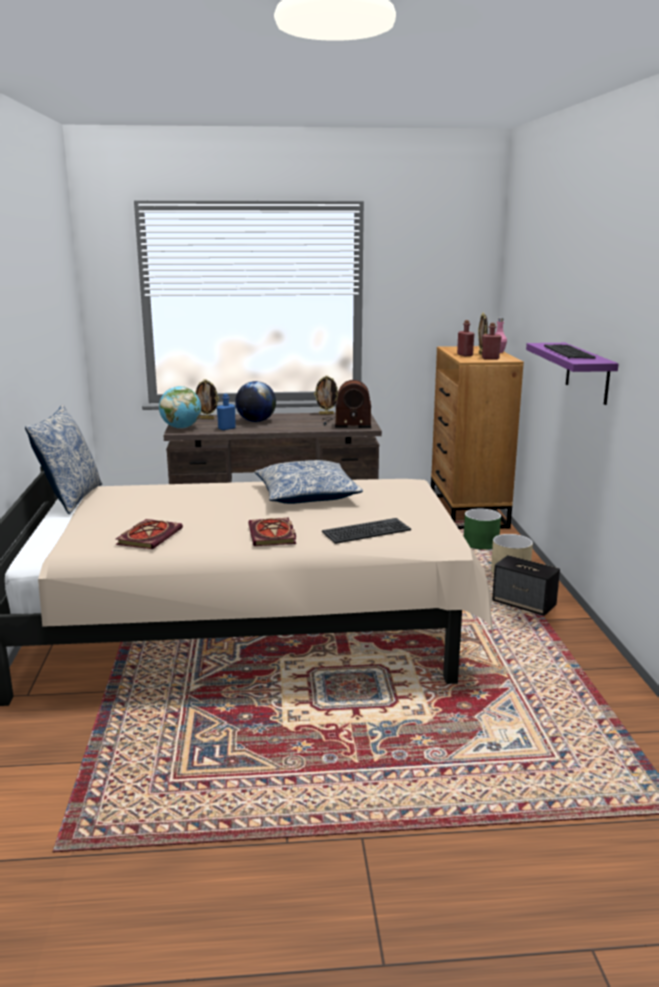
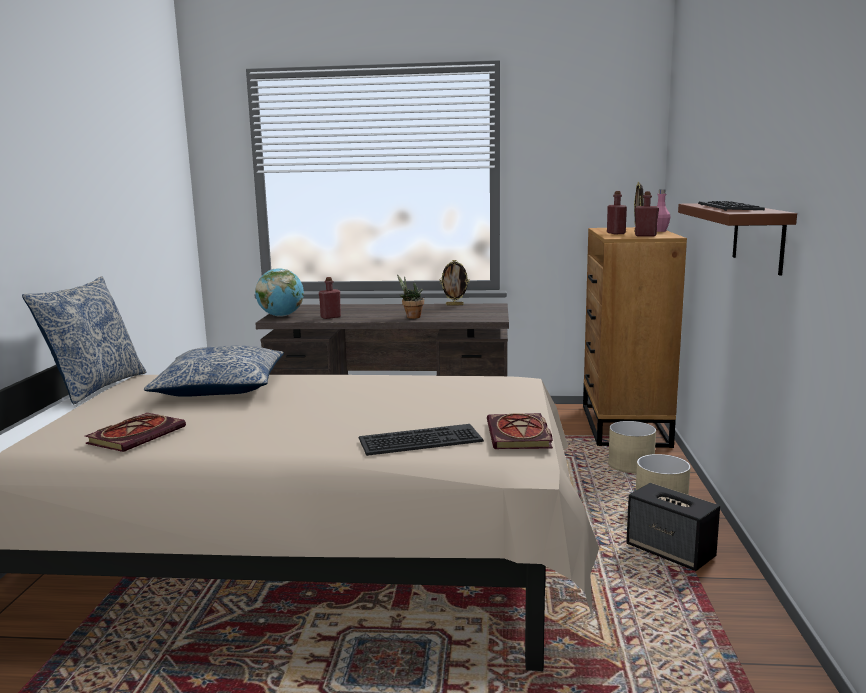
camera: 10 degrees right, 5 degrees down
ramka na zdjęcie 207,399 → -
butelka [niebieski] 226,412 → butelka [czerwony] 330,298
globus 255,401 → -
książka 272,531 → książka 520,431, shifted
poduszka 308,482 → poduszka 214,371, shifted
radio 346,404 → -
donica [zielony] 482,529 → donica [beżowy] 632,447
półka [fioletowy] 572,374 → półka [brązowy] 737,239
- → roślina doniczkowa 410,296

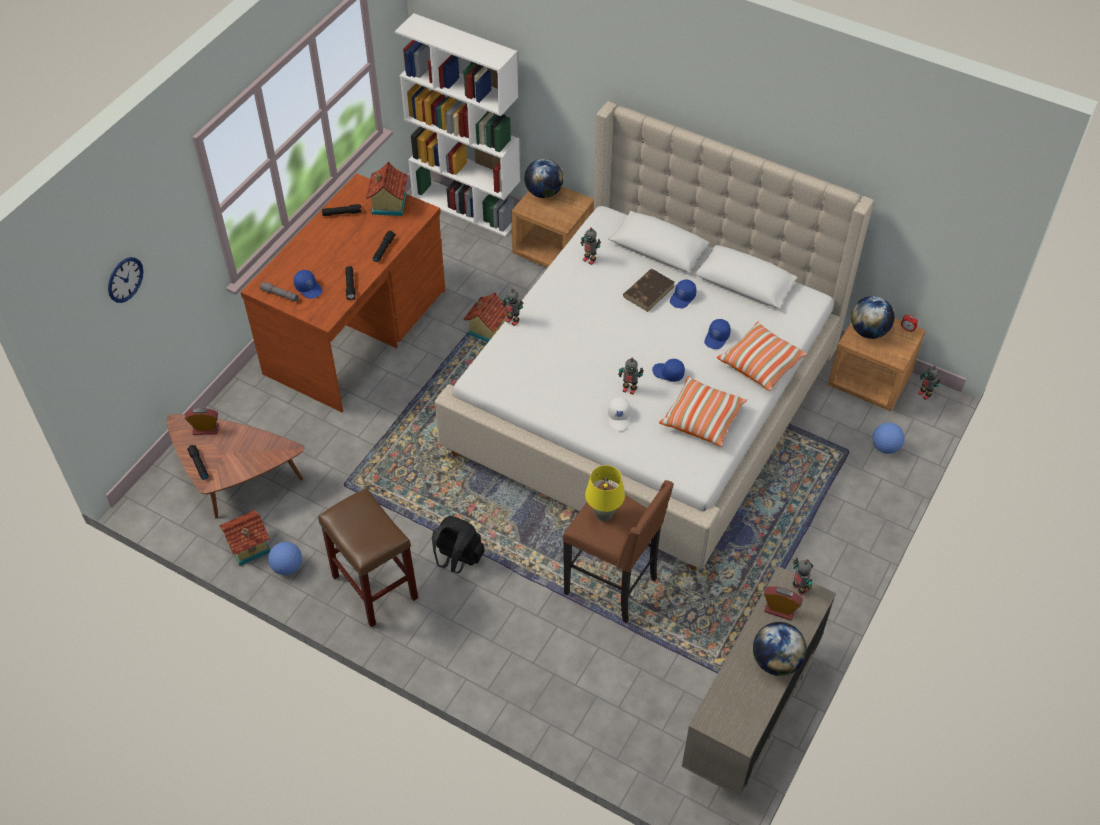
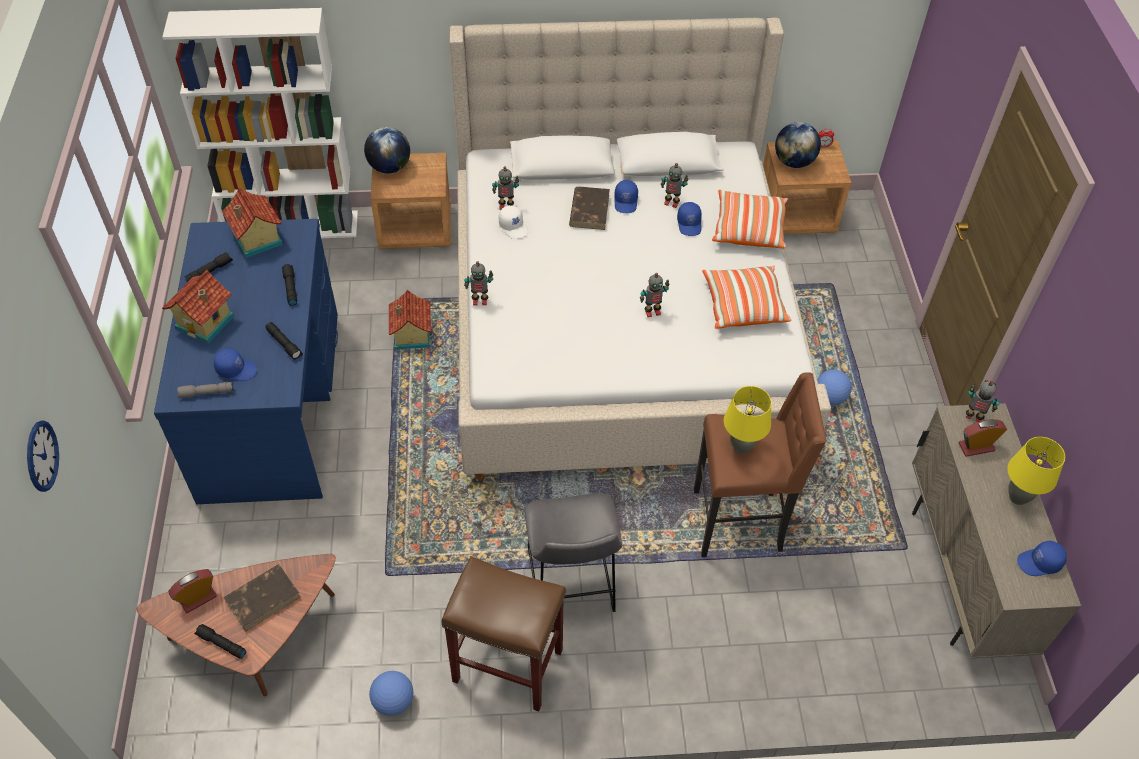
camera: 35 degrees left, 0 degrees up
domek 244,538 → domek 198,307, shifted
biurko [brązowy] 342,292 → biurko [niebieski] 246,361
plecak [czarny] 458,544 → stołek [szary] 573,552
czapka z daszkiem [biały] 619,413 → czapka z daszkiem [biały] 514,222, shifted
czapka z daszkiem [niebieski] 668,370 → czapka z daszkiem [niebieski] 1042,558, shifted
globus 780,649 → lampa stołowa [żółty] 1036,471
piłka futbolowa 888,438 → piłka futbolowa 834,387, shifted
robot zabawkowy 929,383 → robot zabawkowy 674,185, shifted
- → książka [brązowy] 262,598

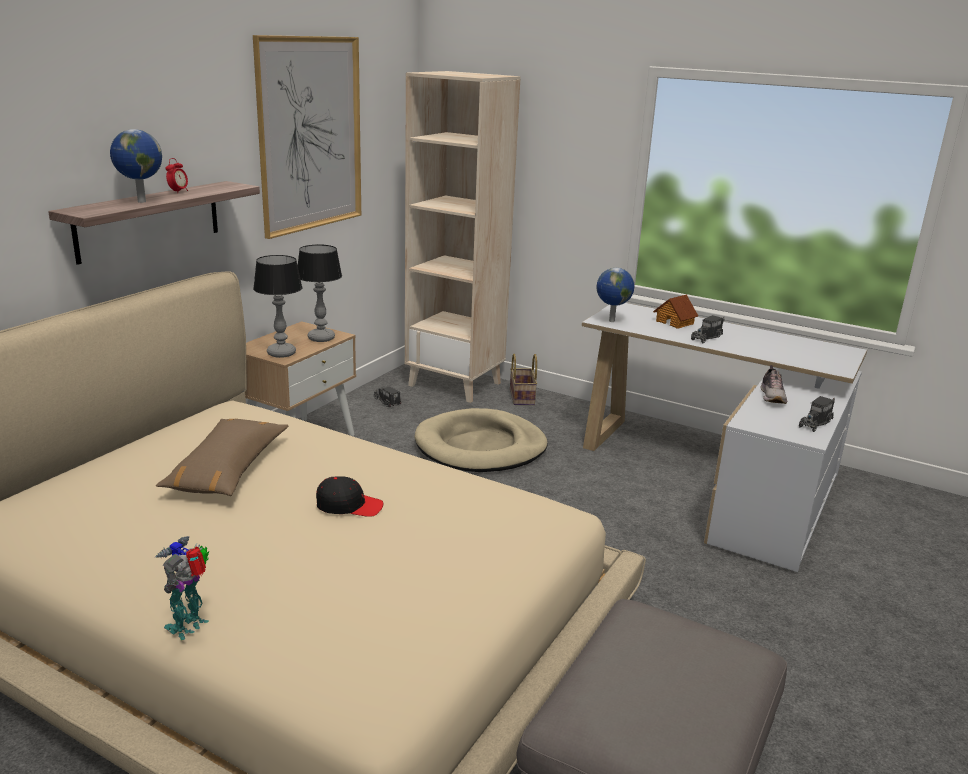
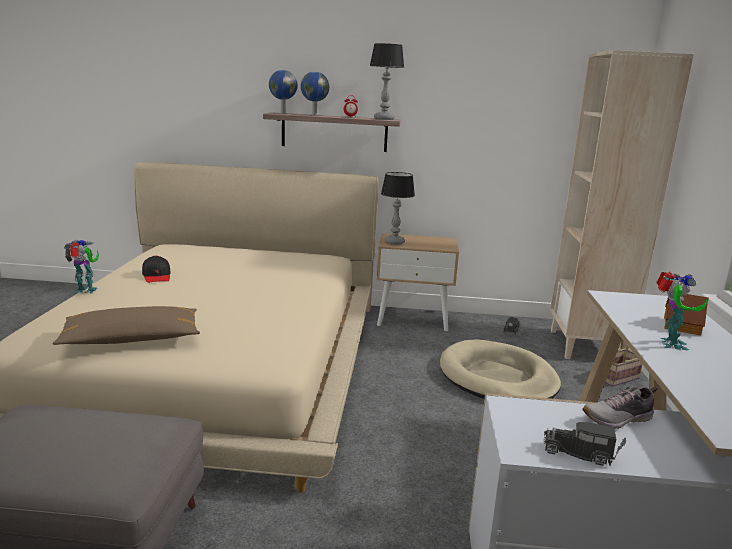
camera: 65 degrees right, 5 degrees down
poduszka [brązowy] 222,457 → poduszka [brązowy] 126,325, shifted
obraz 307,137 → -
lampa stołowa 320,293 → lampa stołowa 387,81, shifted
czapka z daszkiem [czarny] 349,496 → czapka z daszkiem [czarny] 156,269, shifted
globus 615,295 → globus 283,92, shifted
ciężarówka zabawkowa 708,329 → robot zabawkowy 681,311

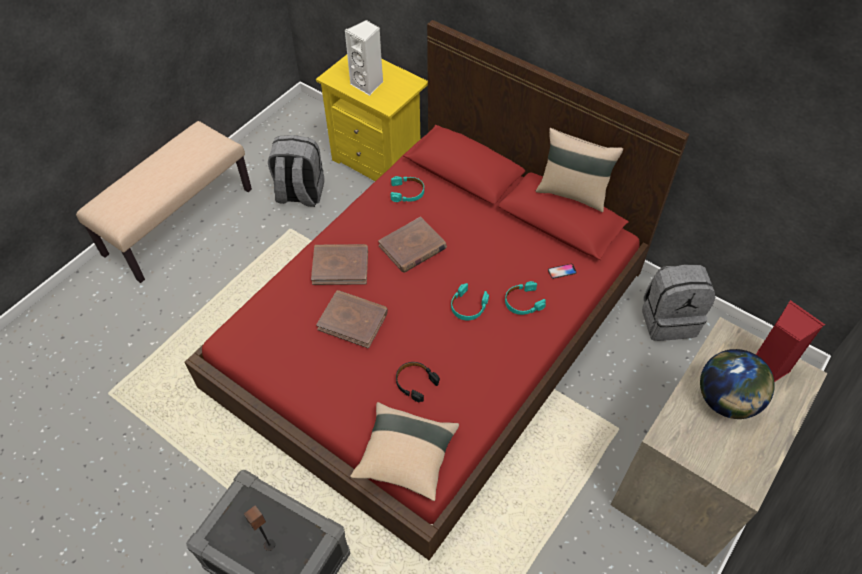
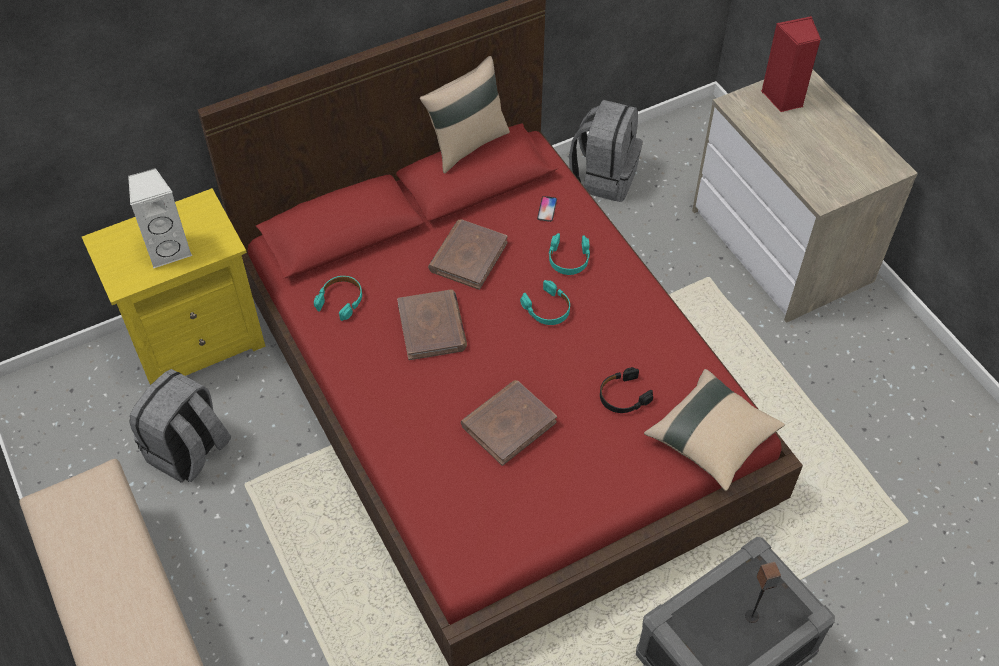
camera: 65 degrees left, 0 degrees up
książka [brązowy] 339,264 → książka [brązowy] 468,254, shifted
globus 737,384 → -

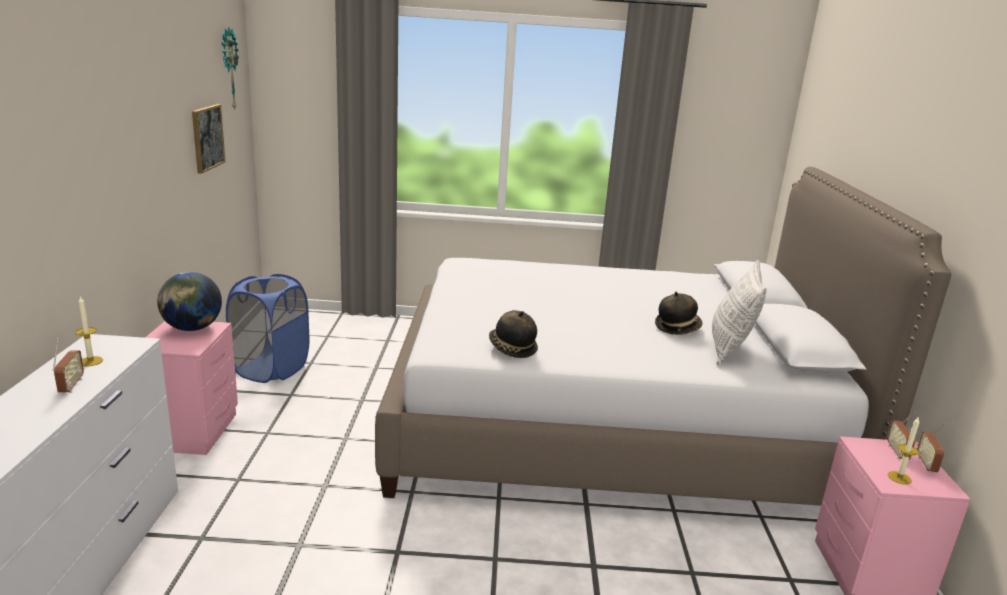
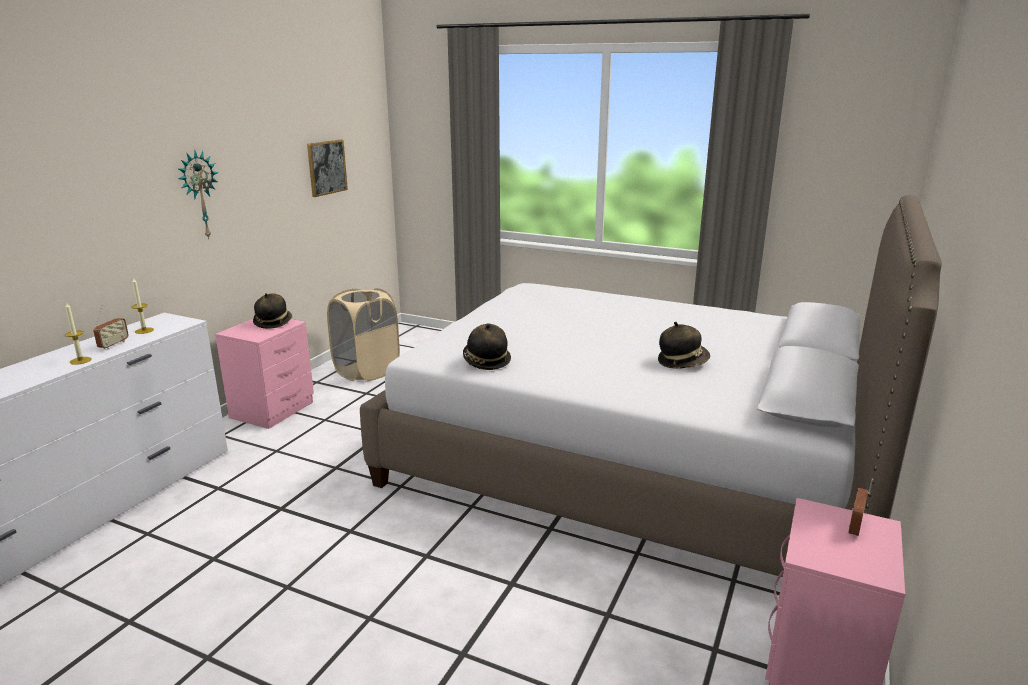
camera: 25 degrees right, 0 degrees up
globus 189,301 → kapelusz 272,311
zegar ścienny 230,68 → zegar ścienny 198,195, shifted
kosz na pranie [niebieski] 267,328 → kosz na pranie [beżowy] 363,334
poduszka 739,313 → -
świeca 904,450 → świeca 78,334, shifted
radio 931,448 → -

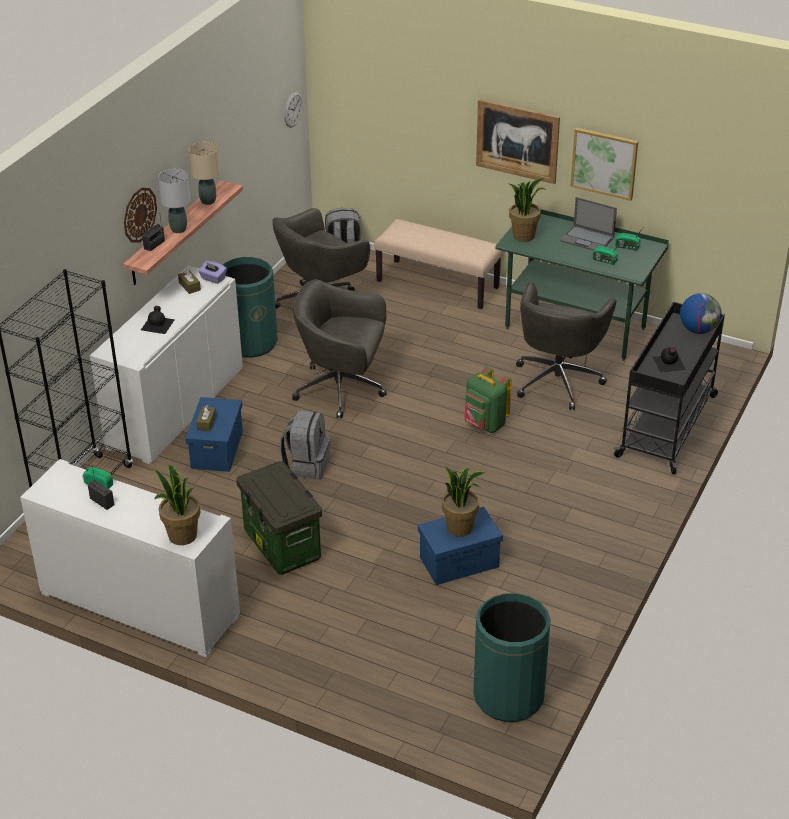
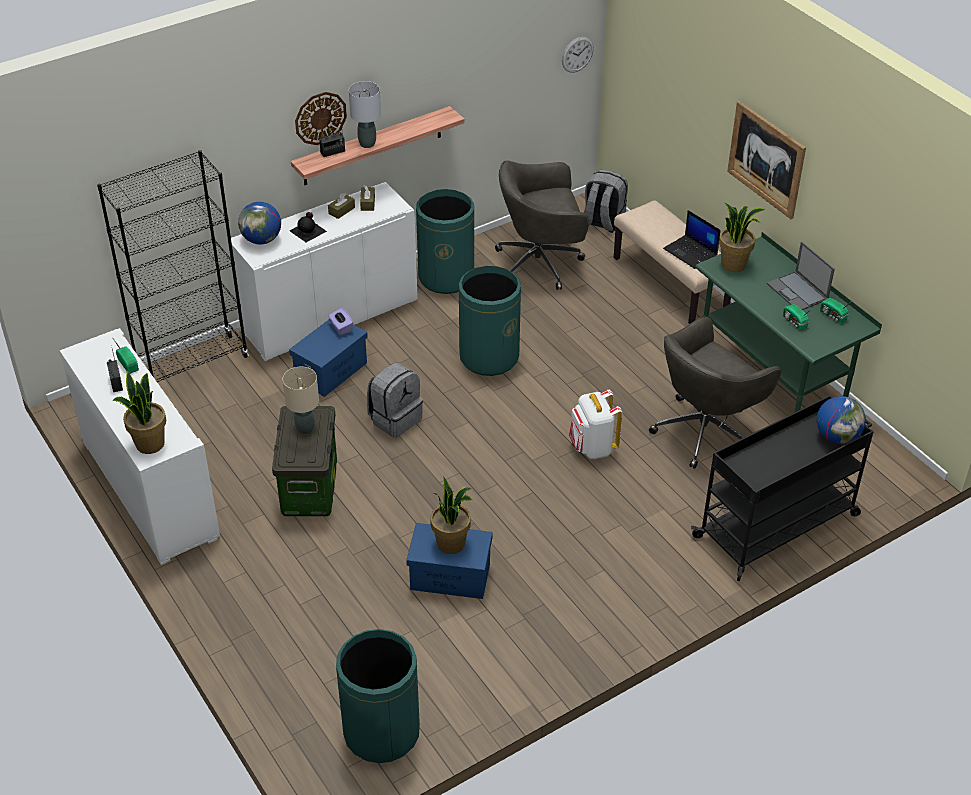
camera: 30 degrees right, 5 degrees up
lampa stołowa [beżowy] 204,173 → lampa stołowa [beżowy] 301,400, shifted
pudełko chusteczek [brązowy] 206,418 → pudełko chusteczek [brązowy] 341,206, shifted
pudełko chusteczek [fioletowy] 212,272 → pudełko chusteczek [fioletowy] 340,321, shifted
krzesło biurowe [szary] 339,349 → kosz na śmieci [zielony] 490,321
plecak [zielony] 487,400 → plecak [biały] 595,424
obraz 604,164 → -
butelka [czarny] 669,360 → -
- → globus 259,223
- → laptop 692,239

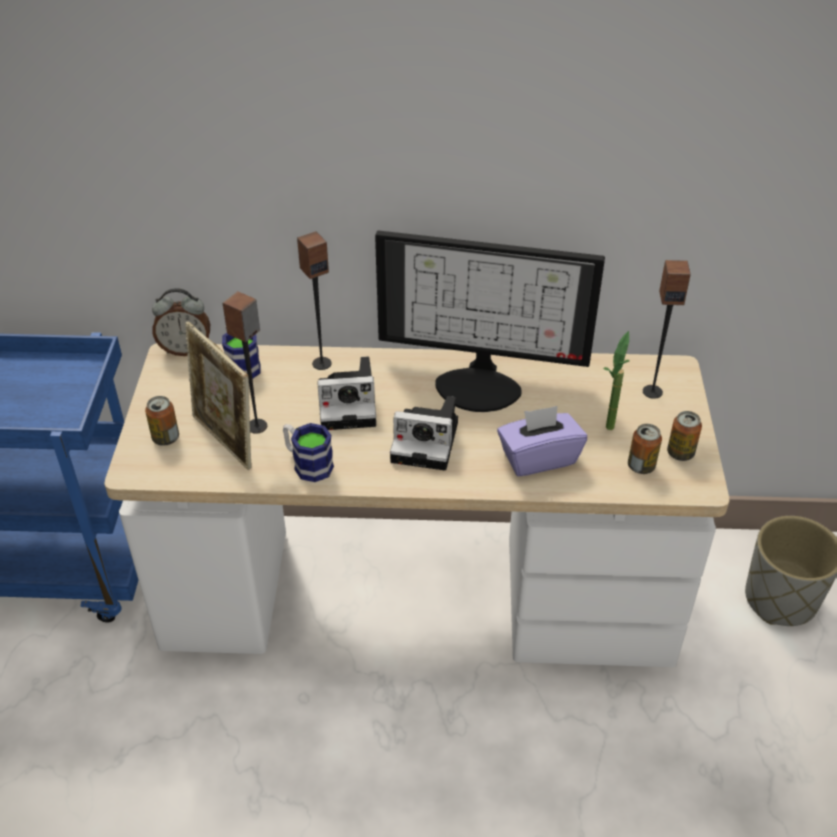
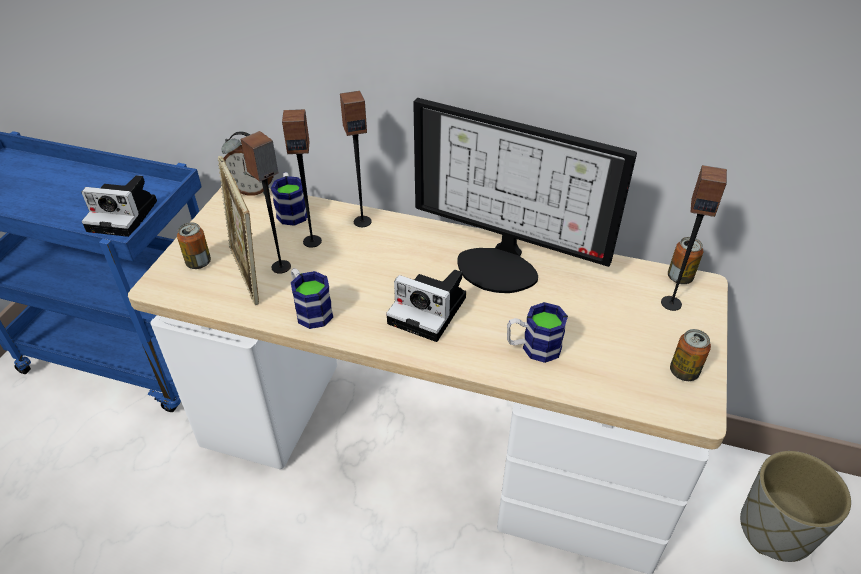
camera: 15 degrees right, 0 degrees up
aparat fotograficzny 346,393 → aparat fotograficzny 119,206, shifted
pudełko chusteczek [fioletowy] 542,441 → kubek 537,332
roślina doniczkowa 616,380 → -
puszka 645,449 → puszka 685,260, shifted
- → głośnik 302,178

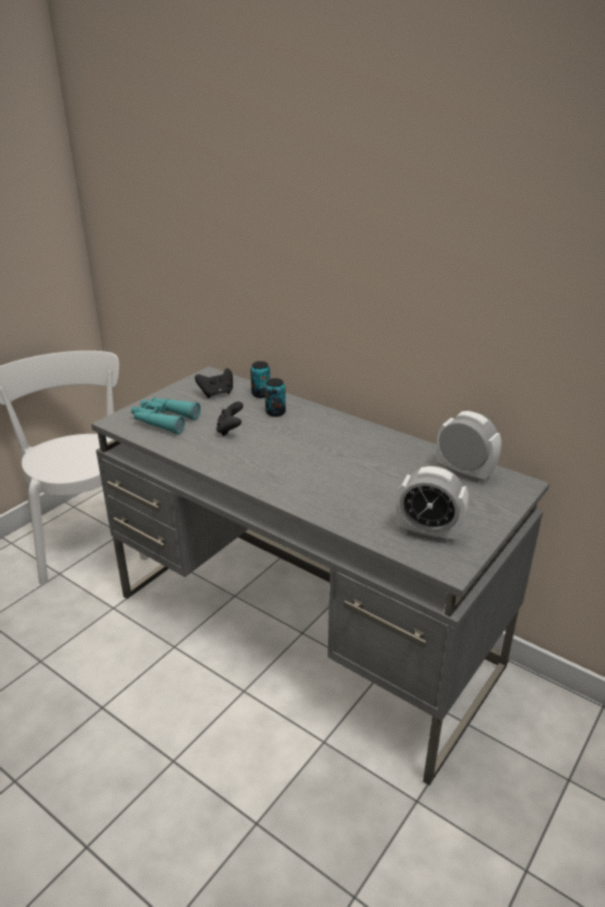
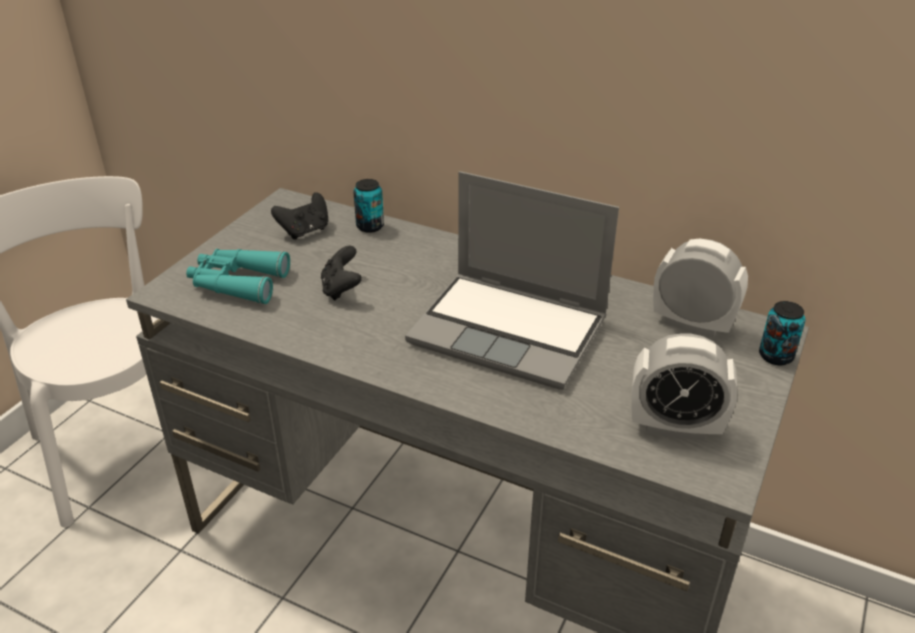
camera: 10 degrees left, 5 degrees up
puszka 275,397 → puszka 782,333, shifted
- → laptop 512,280

